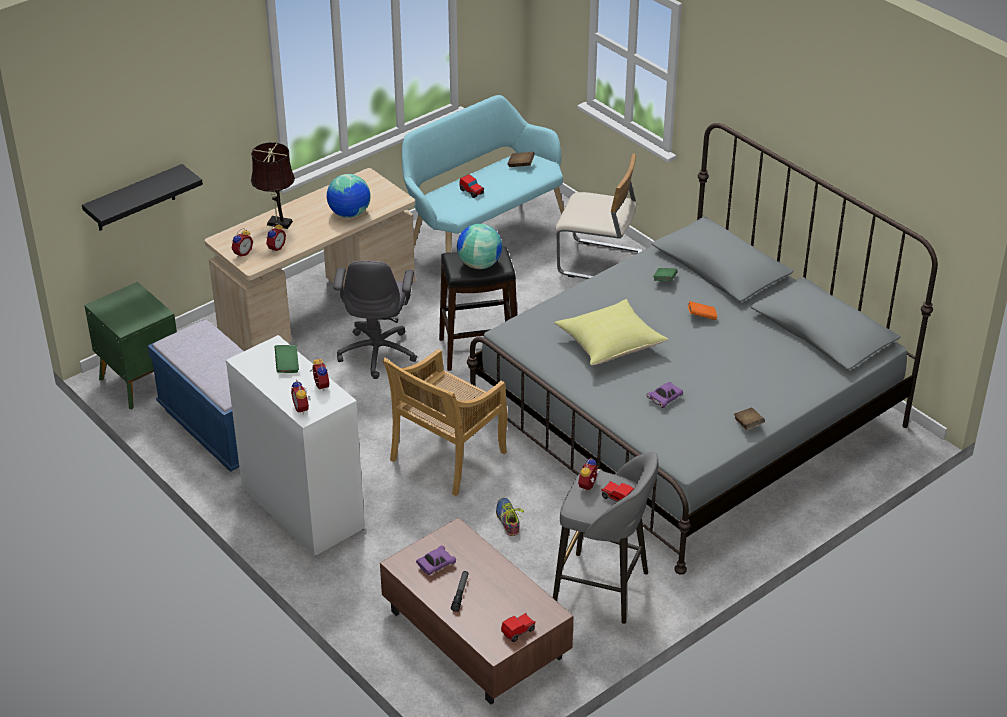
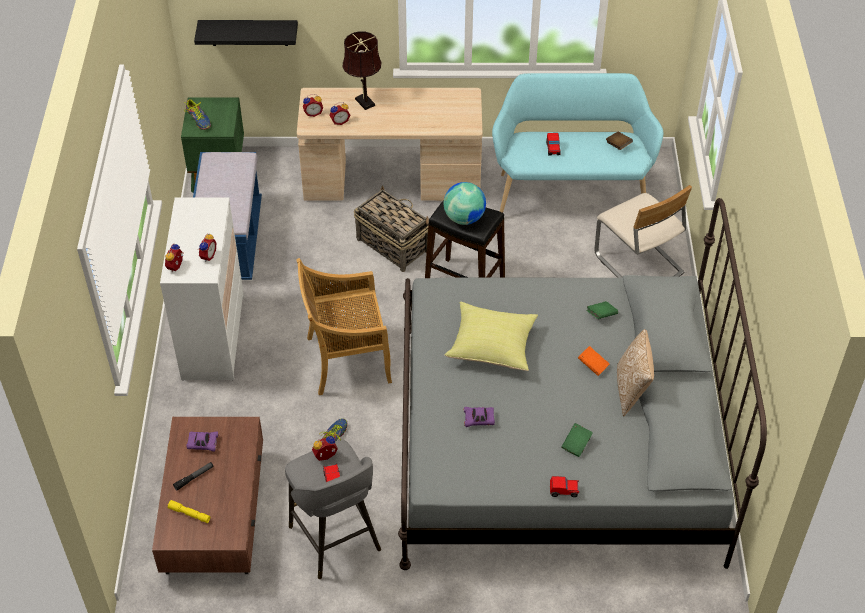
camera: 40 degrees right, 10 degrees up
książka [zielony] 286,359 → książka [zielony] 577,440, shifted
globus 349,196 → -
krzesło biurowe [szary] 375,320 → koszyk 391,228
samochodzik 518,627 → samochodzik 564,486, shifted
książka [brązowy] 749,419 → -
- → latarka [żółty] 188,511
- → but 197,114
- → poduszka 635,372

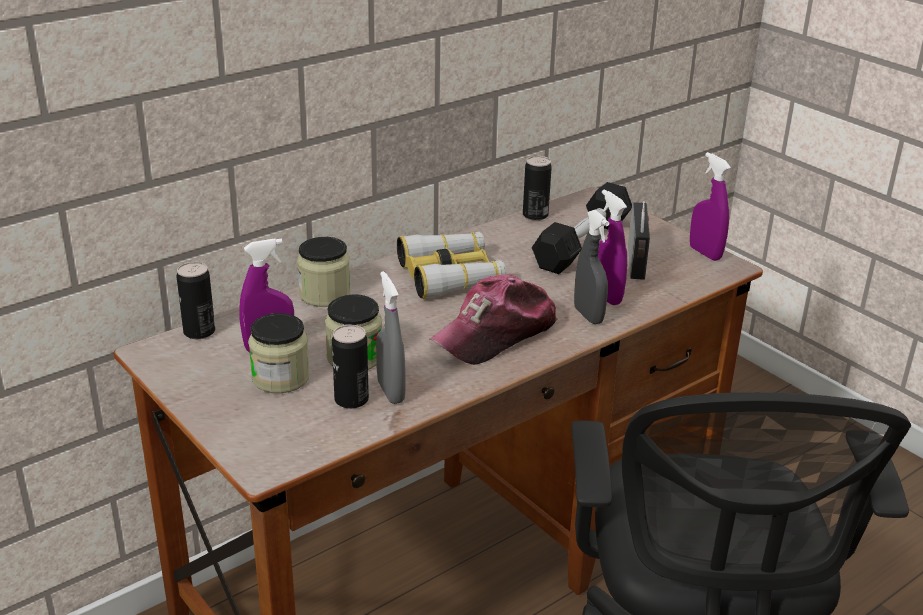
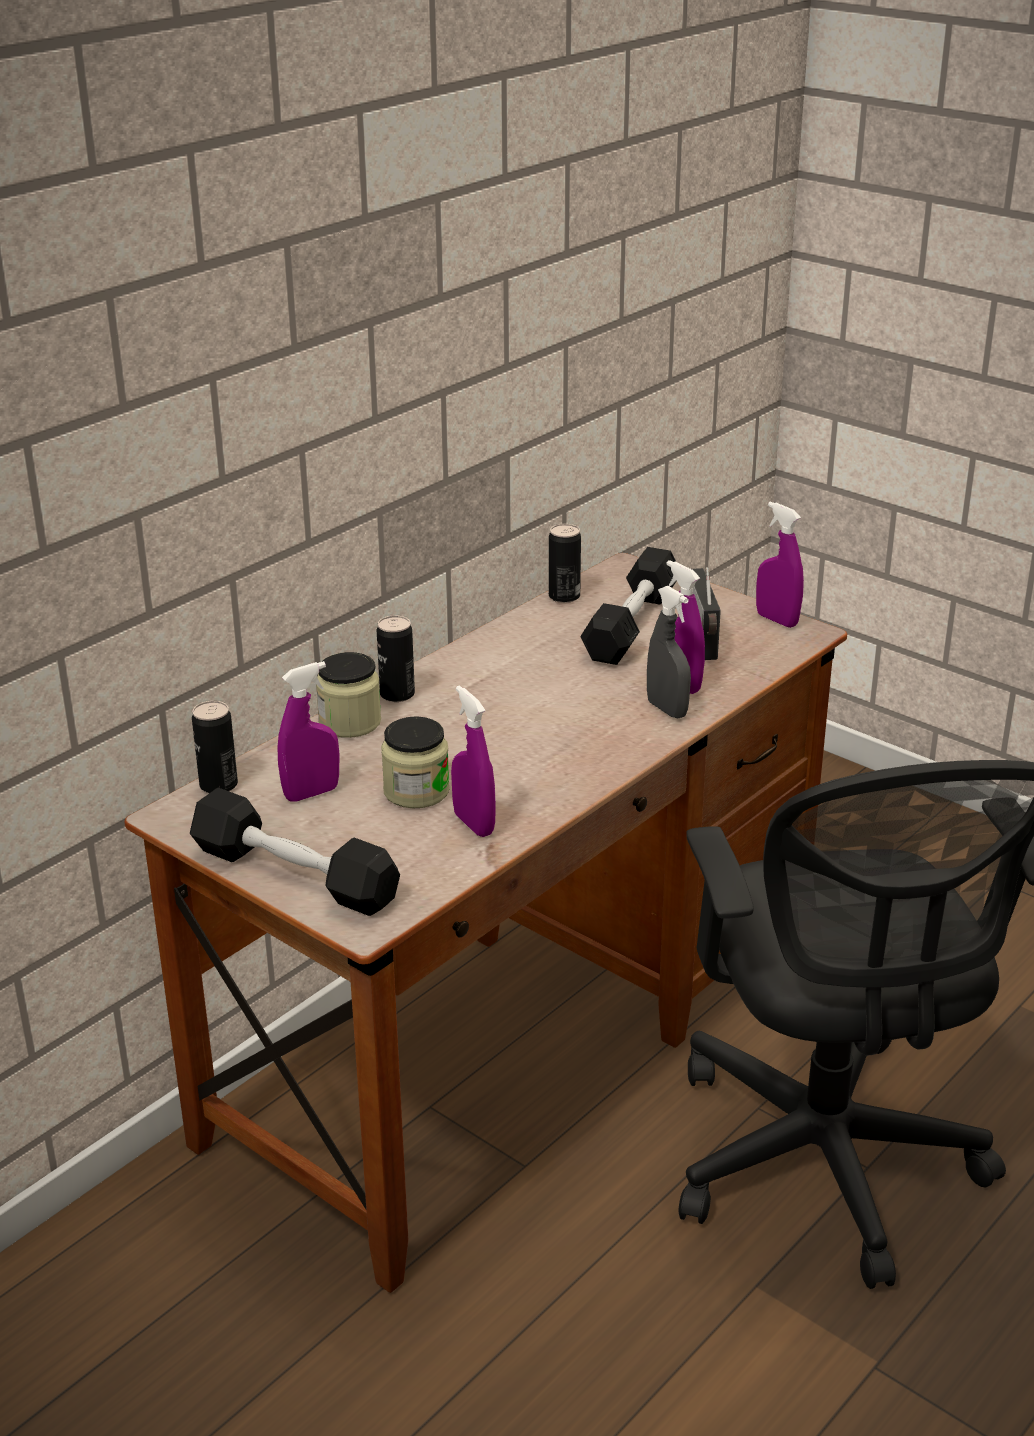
camera: 10 degrees left, 0 degrees up
słoik 279,353 → -
puszka 350,367 → puszka 396,658, shifted
spryskiwacz [szary] 391,337 → spryskiwacz [fioletowy] 473,761
lornetka 451,265 → -
czapka z daszkiem 493,319 → -
- → hantel [czarny] 295,852

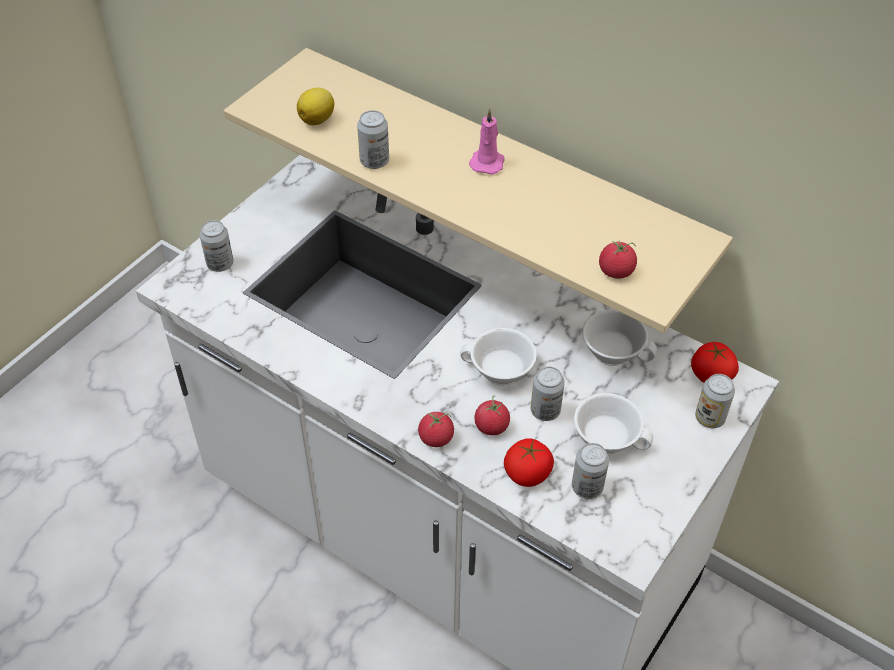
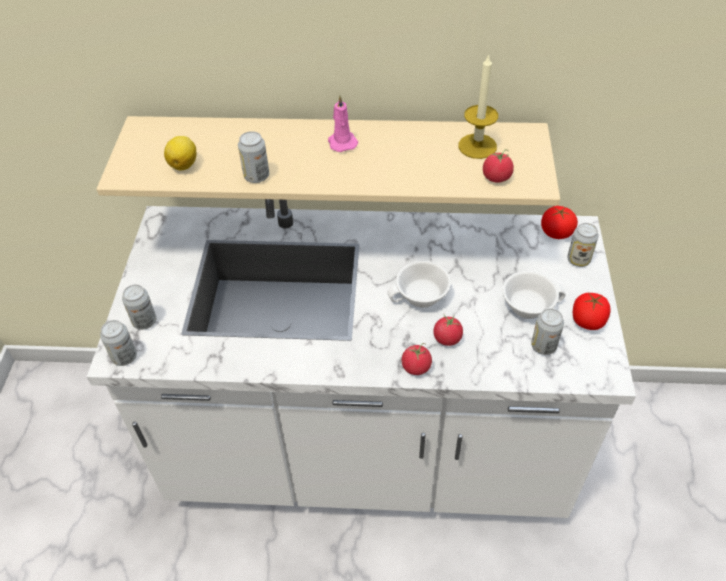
camera: 30 degrees left, 0 degrees up
pomidor 529,462 → pomidor 592,311, shifted
puszka 548,394 → puszka 118,343, shifted
filiżanka [biały] 619,337 → -
- → świeca 478,106

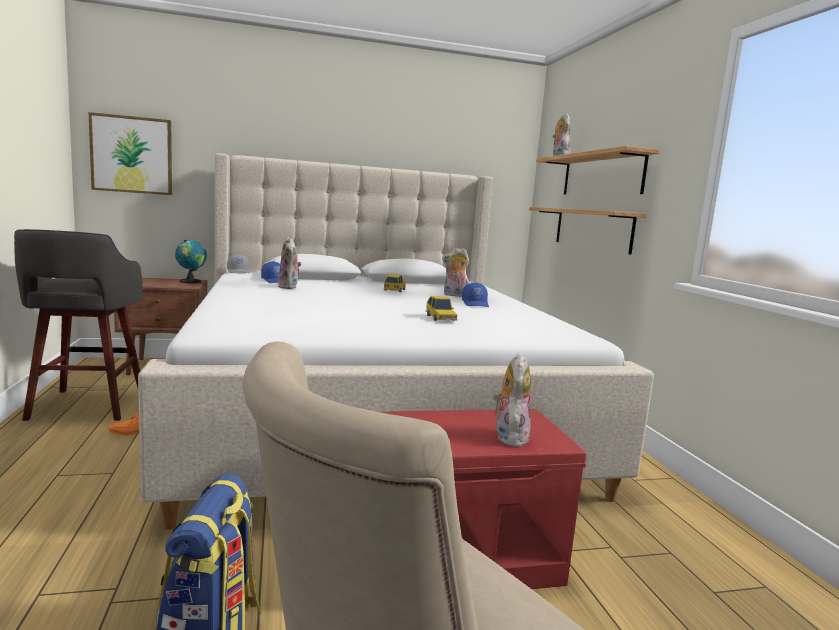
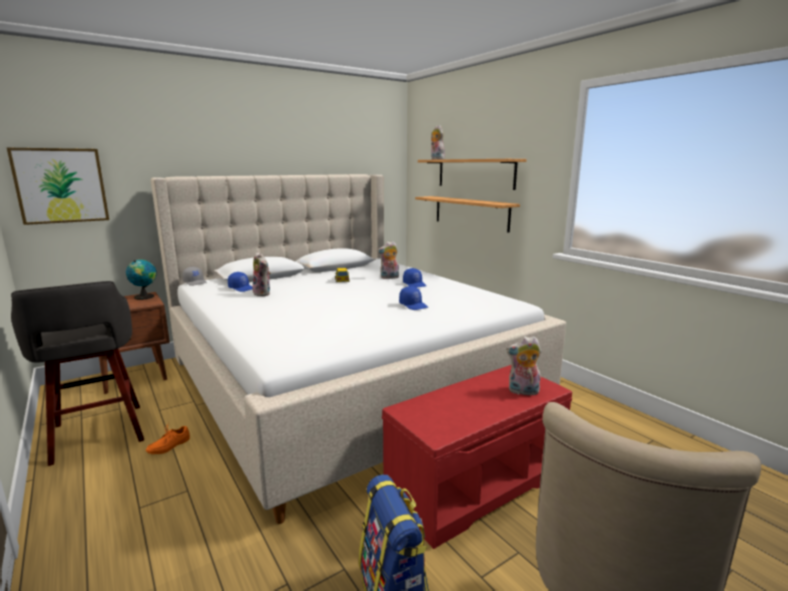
camera: 20 degrees left, 5 degrees up
samochodzik 441,308 → czapka z daszkiem [niebieski] 413,298
pluszak 512,399 → pluszak 523,365, 75 degrees counterclockwise

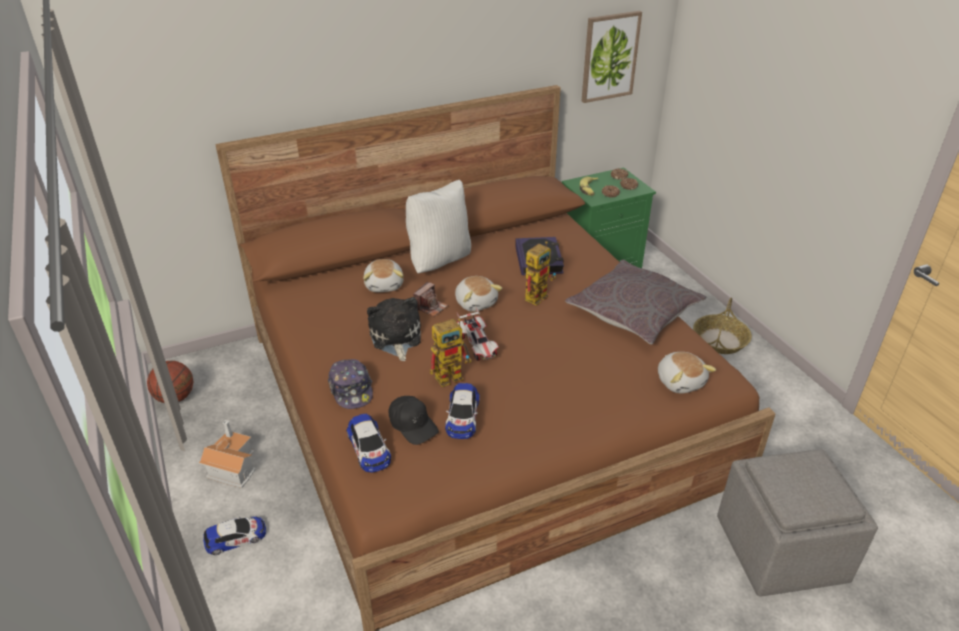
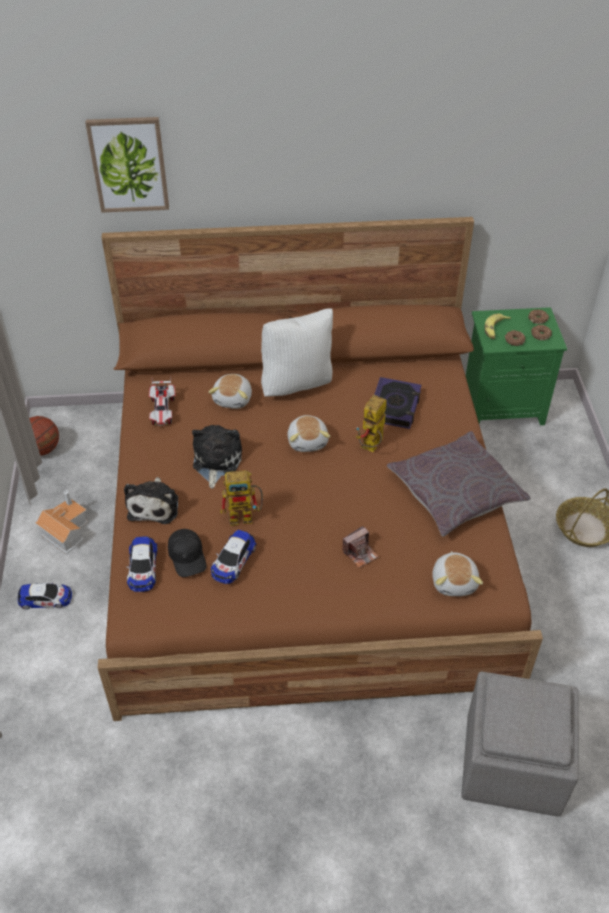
camera: 20 degrees right, 10 degrees up
czapka z daszkiem 350,384 → pluszak 151,500
aparat fotograficzny 430,299 → aparat fotograficzny 360,547, shifted
samochodzik 478,334 → samochodzik 162,401, shifted
robot zabawkowy 540,273 → robot zabawkowy 371,423, 150 degrees clockwise
obraz 612,57 → obraz 127,165, shifted

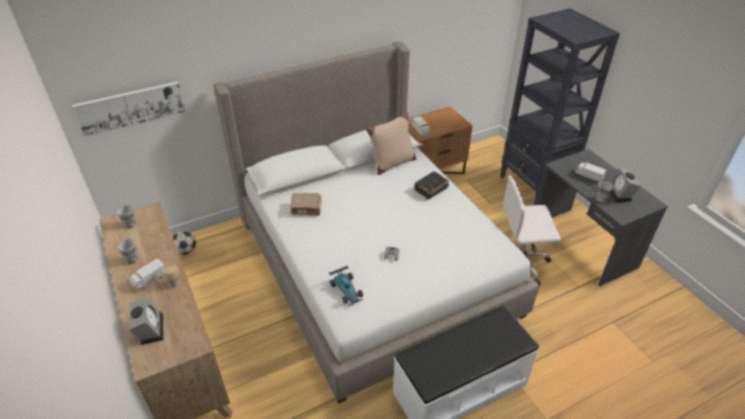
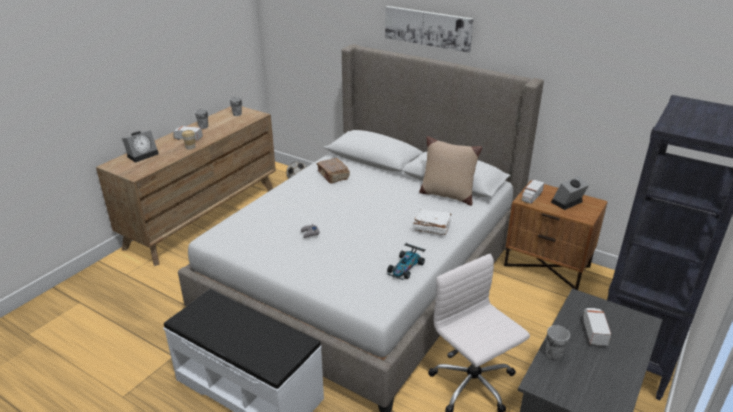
camera: 60 degrees right, 10 degrees down
obraz 129,108 → obraz 429,29, shifted
samochodzik 346,285 → samochodzik 406,261, shifted
książka [czarny] 431,185 → książka [biały] 432,222
budzik 624,185 → budzik 570,193, shifted

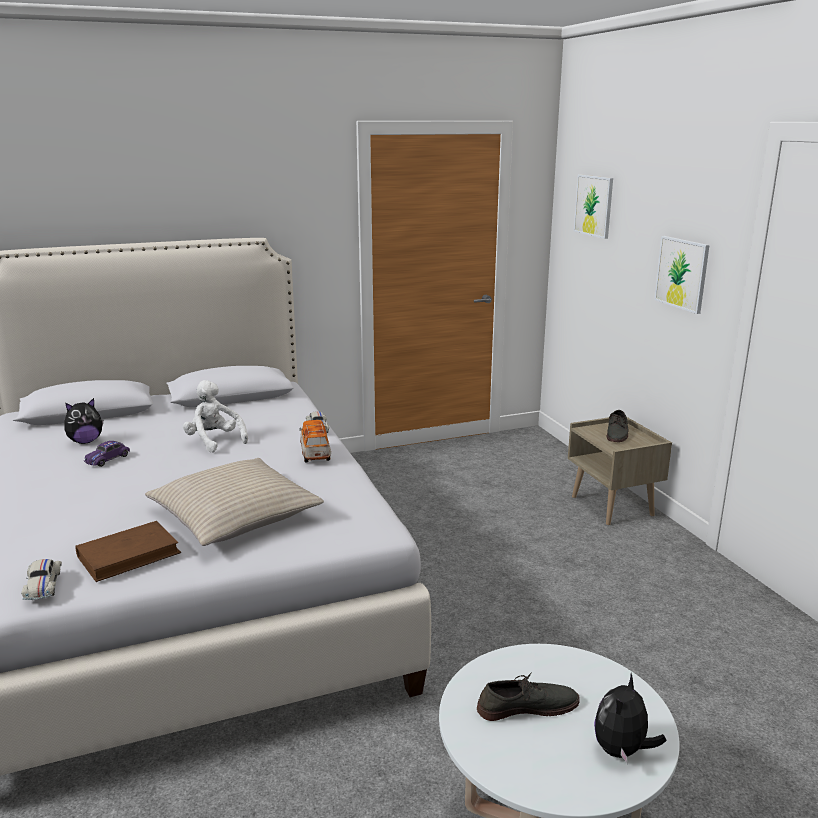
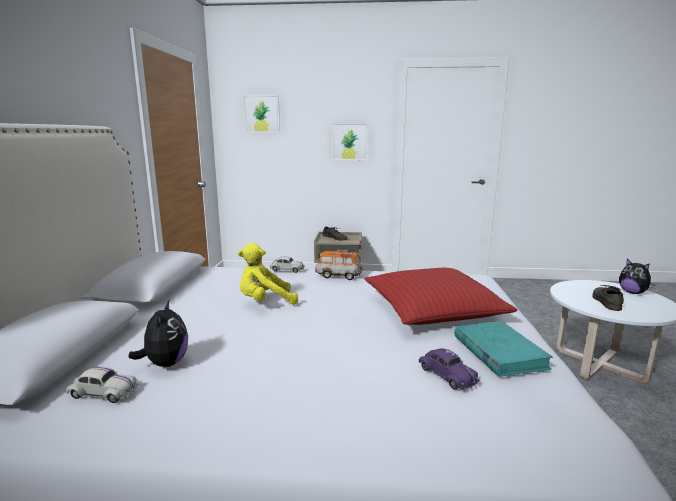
camera: 65 degrees left, 5 degrees down
samochodzik [biały] 41,579 → samochodzik [biały] 102,385, shifted
książka [brązowy] 128,551 → książka [turkusowy] 503,349
samochodzik [fioletowy] 107,454 → samochodzik [fioletowy] 449,369, shifted
poduszka [beżowy] 234,502 → poduszka [czerwony] 441,296
pluszak [biały] 215,416 → pluszak [żółty] 268,274

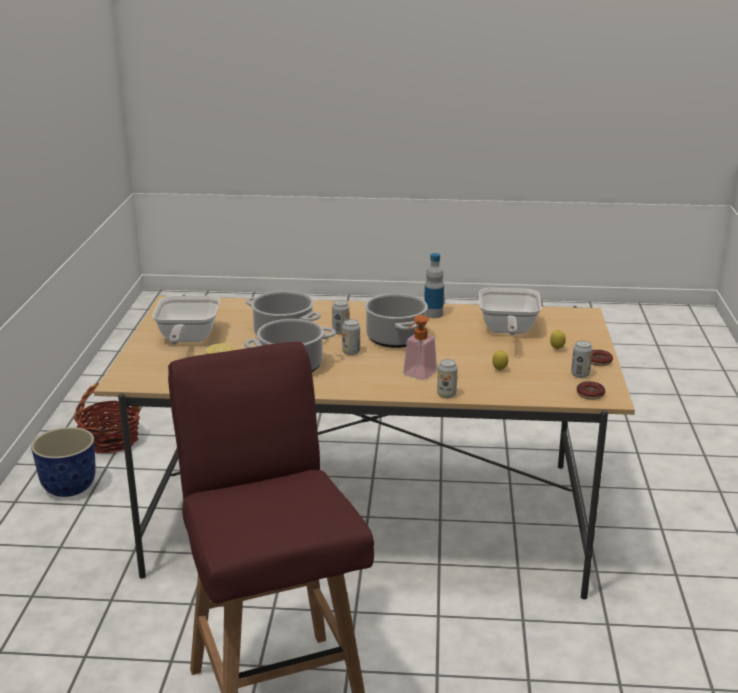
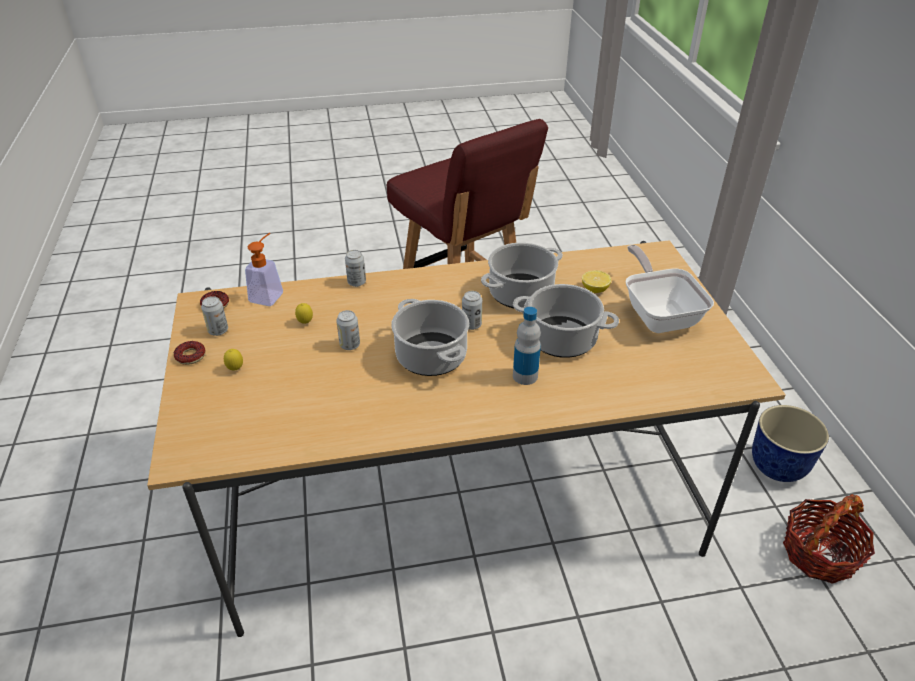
camera: 165 degrees right, 15 degrees up
puszka 340,317 → puszka 348,330, shifted
dozownik mydła 420,347 → dozownik mydła 264,269, shifted
butelka 434,285 → butelka 527,346, shifted
patelnia 510,311 → -

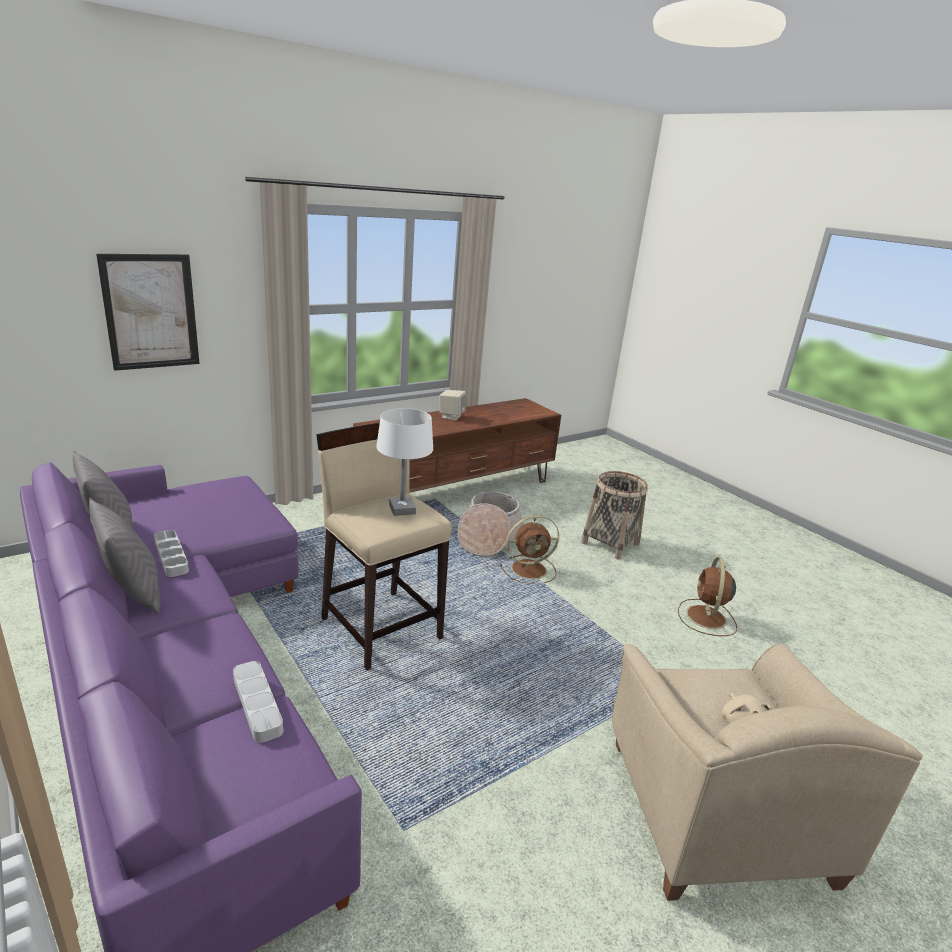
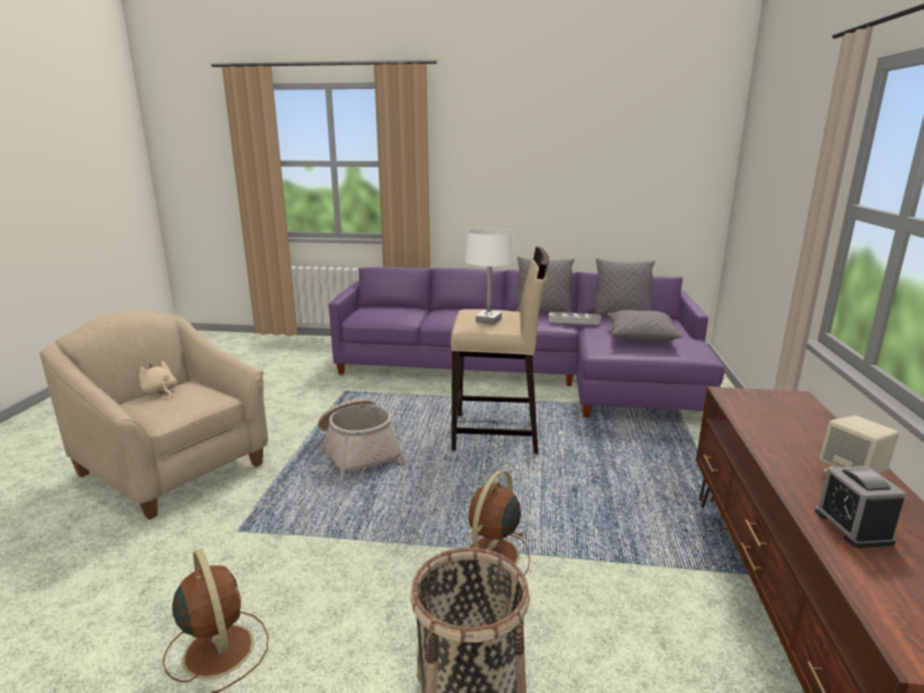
camera: 135 degrees right, 5 degrees down
obraz 148,312 → -
taca [szary] 258,702 → -
koszyk 491,524 → koszyk 362,439, shifted
- → poduszka [szary] 644,326
- → budzik 861,507

